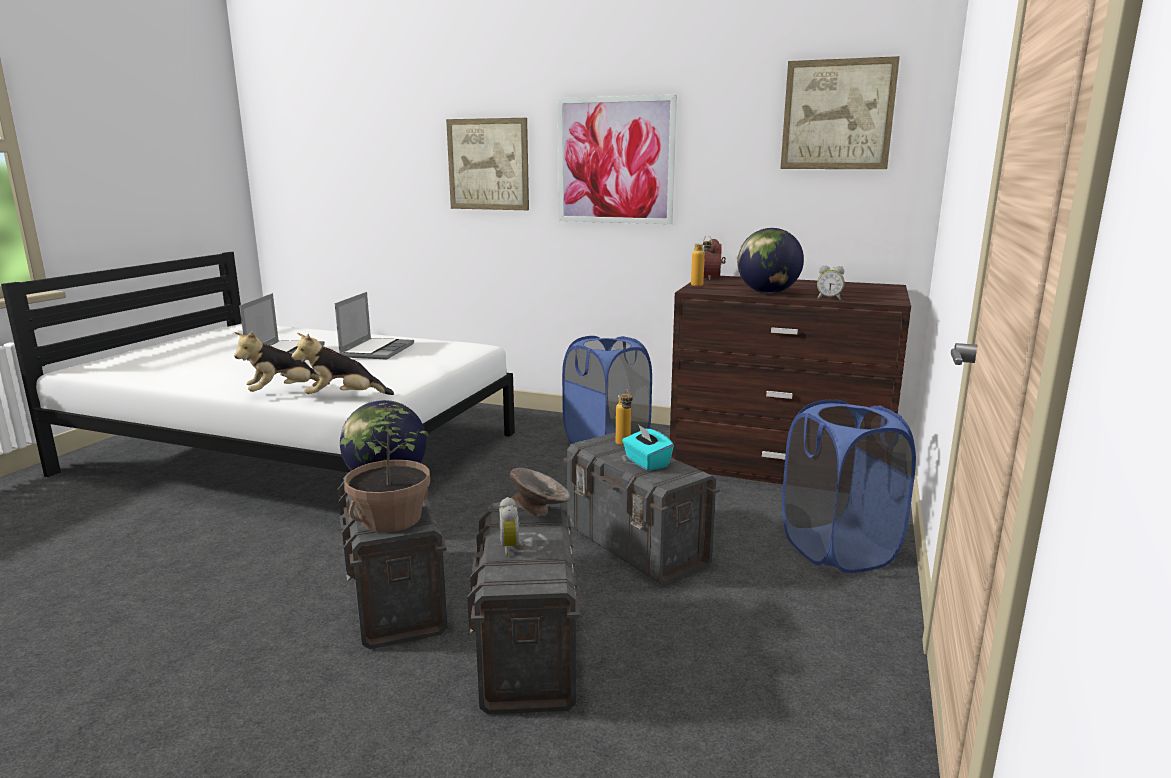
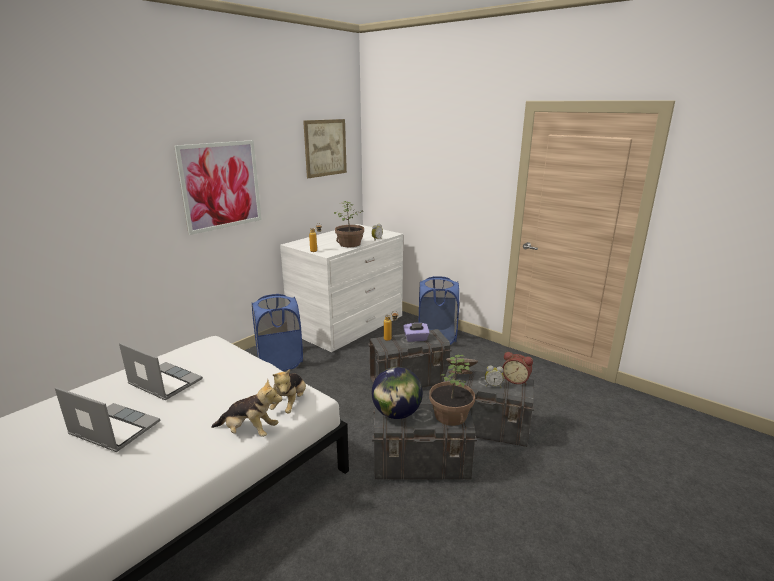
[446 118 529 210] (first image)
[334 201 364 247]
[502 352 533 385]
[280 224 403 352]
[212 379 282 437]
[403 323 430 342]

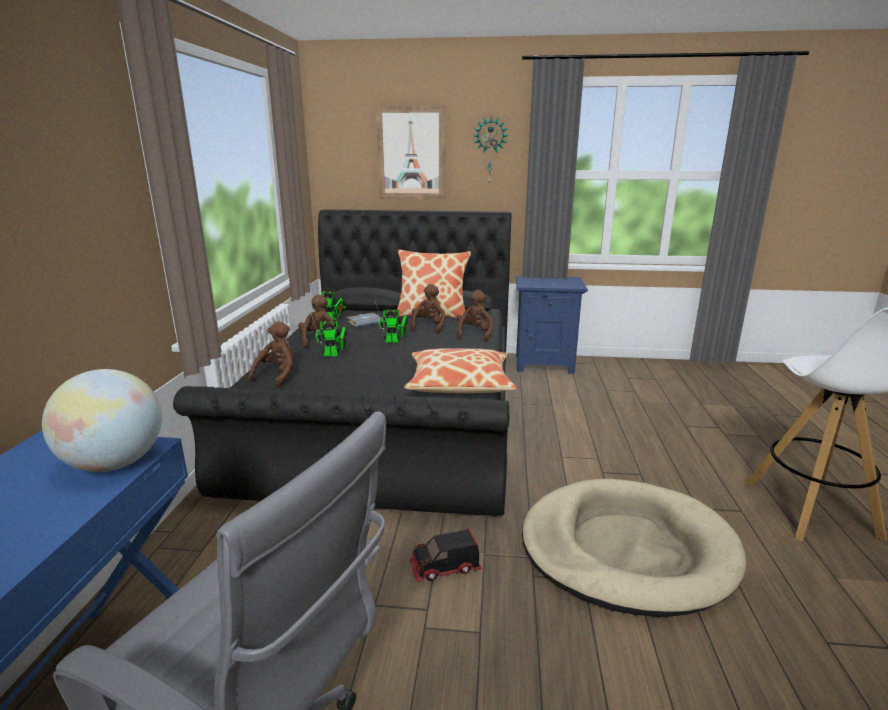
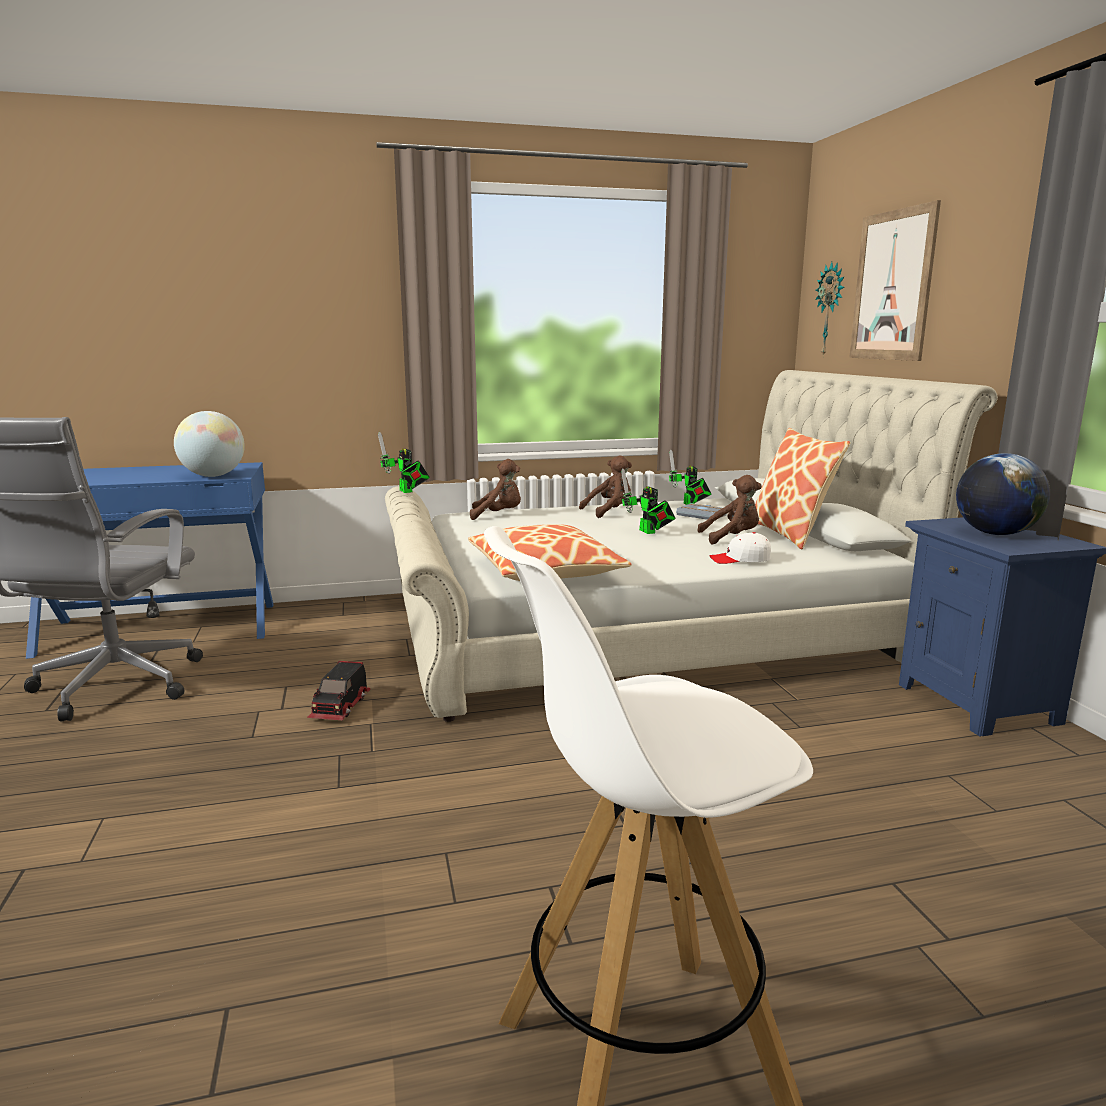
[815 262 844 357]
[385 370 998 722]
[710 532 771 564]
[378 432 430 493]
[522 479 746 617] (first image)
[307 661 371 720]
[956 453 1050 535]

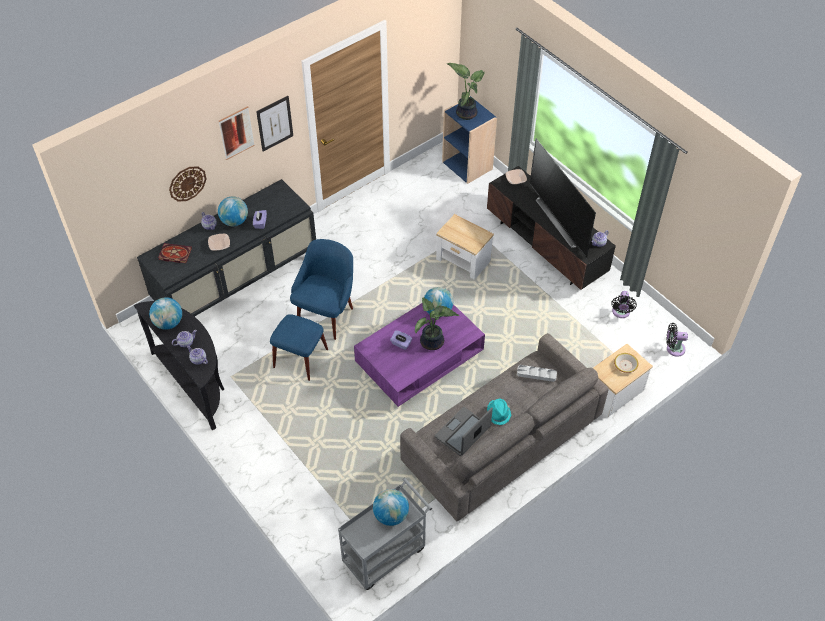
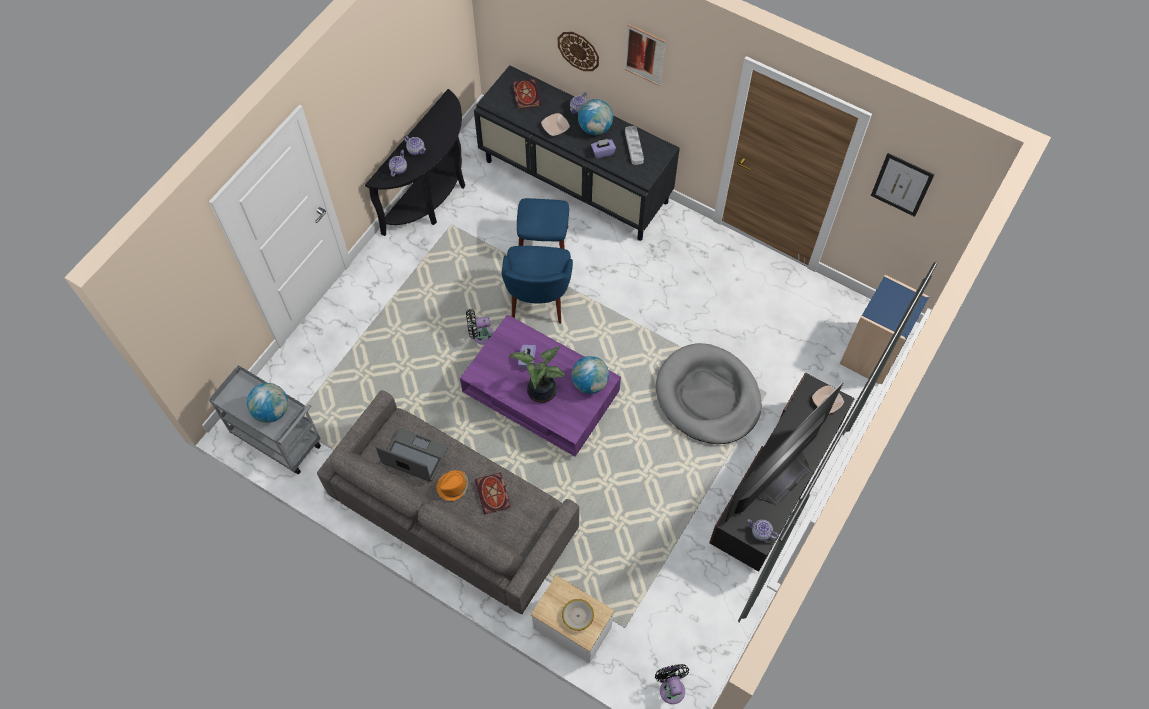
[447 63 485 120] (first image)
[871 153 935 217]
[656 343 762 444]
[502 198 573 324]
[466 309 494 344]
[149 297 182 330] (first image)
[625 126 644 165]
[436 470 468 501]
[475 472 511 514]

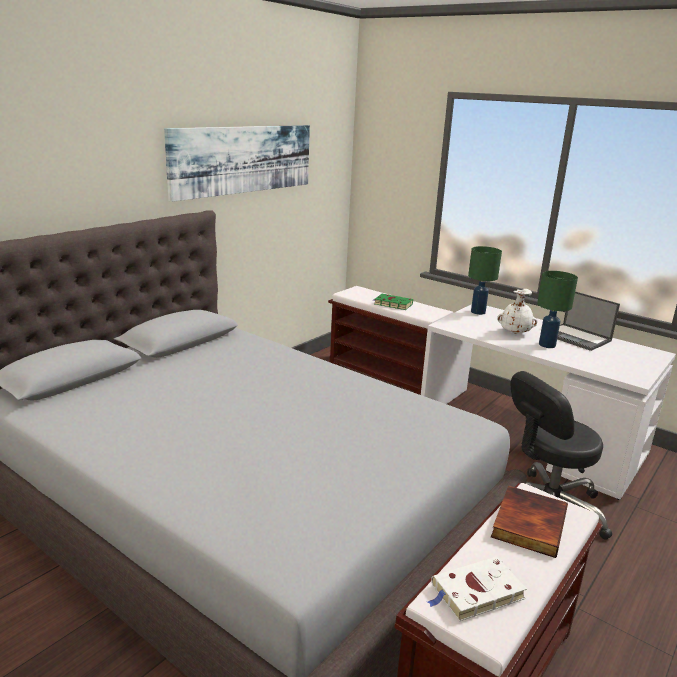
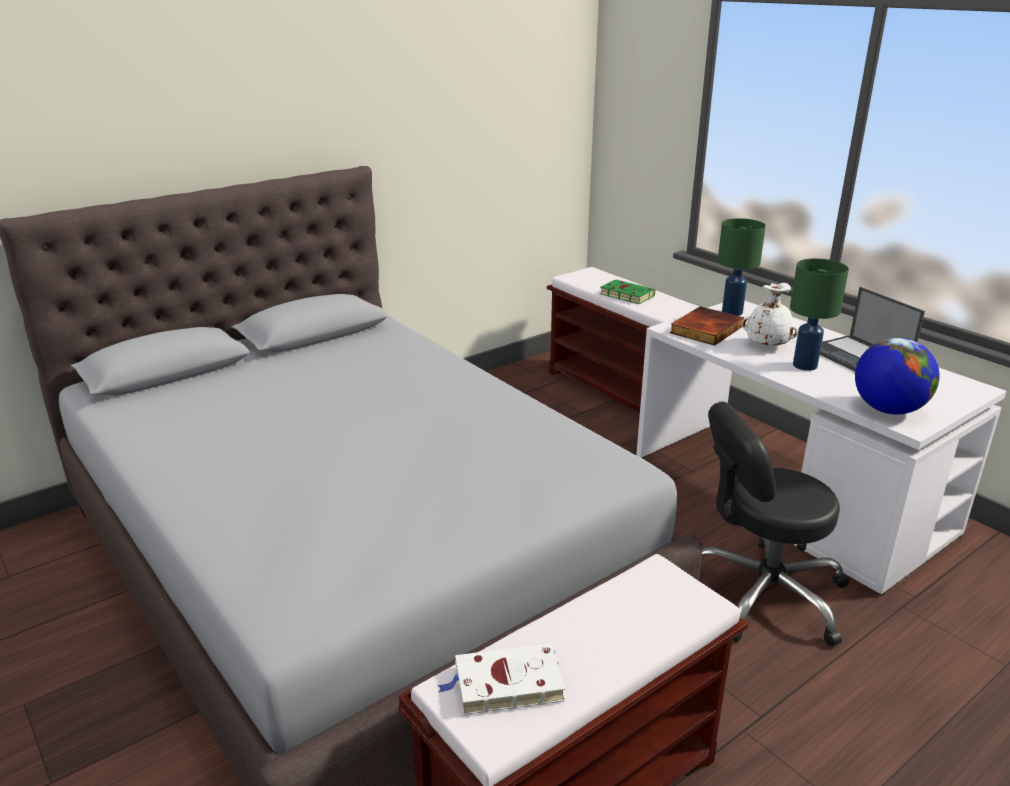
[164 125 310 202] (first image)
[670 306 744 346]
[855 338 939 414]

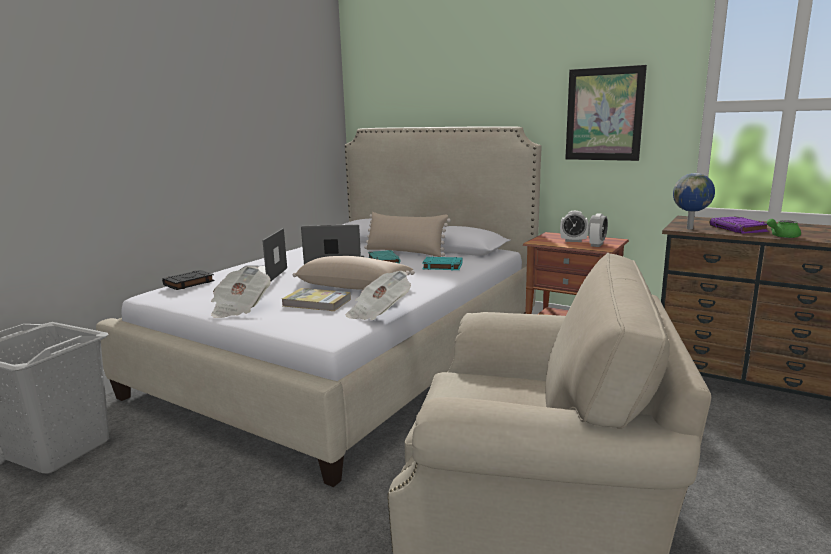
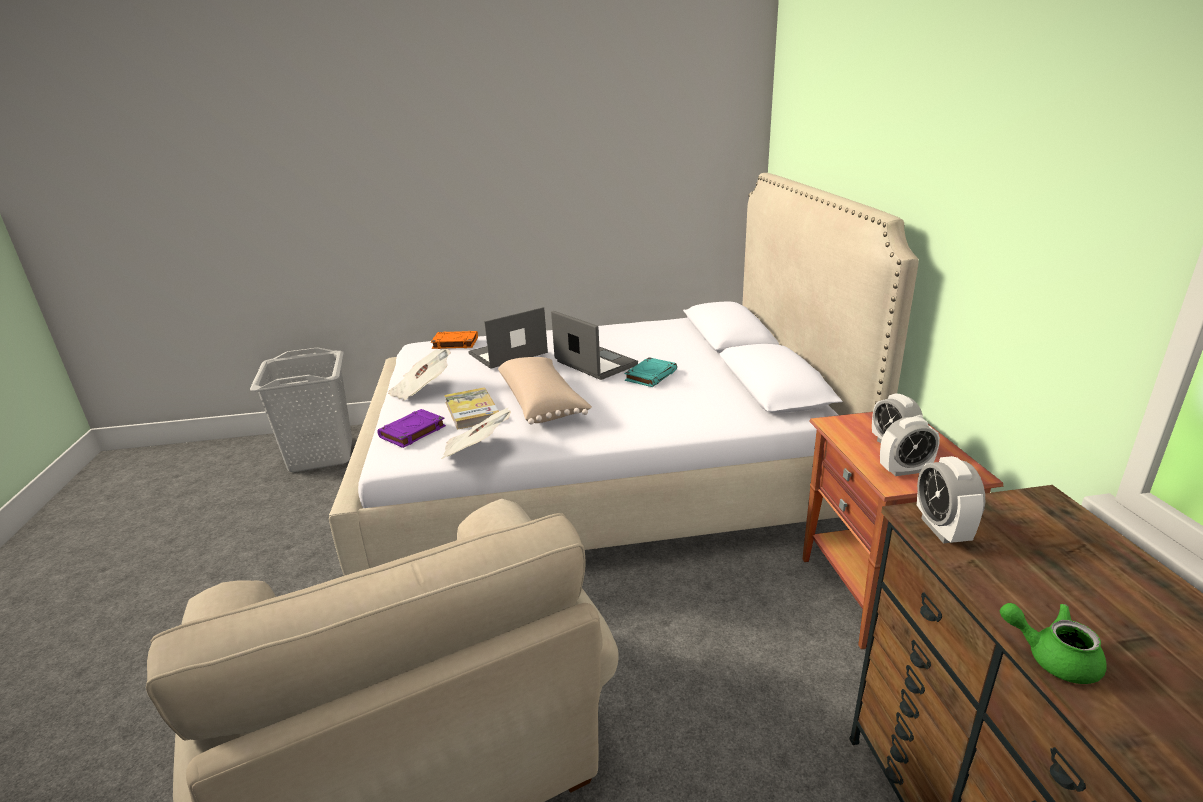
[565 65 647 161] (first image)
[917 456 985 543]
[364 212 451 257] (first image)
[377 409 446 448]
[422 257 462 271] (first image)
[431 331 478 349]

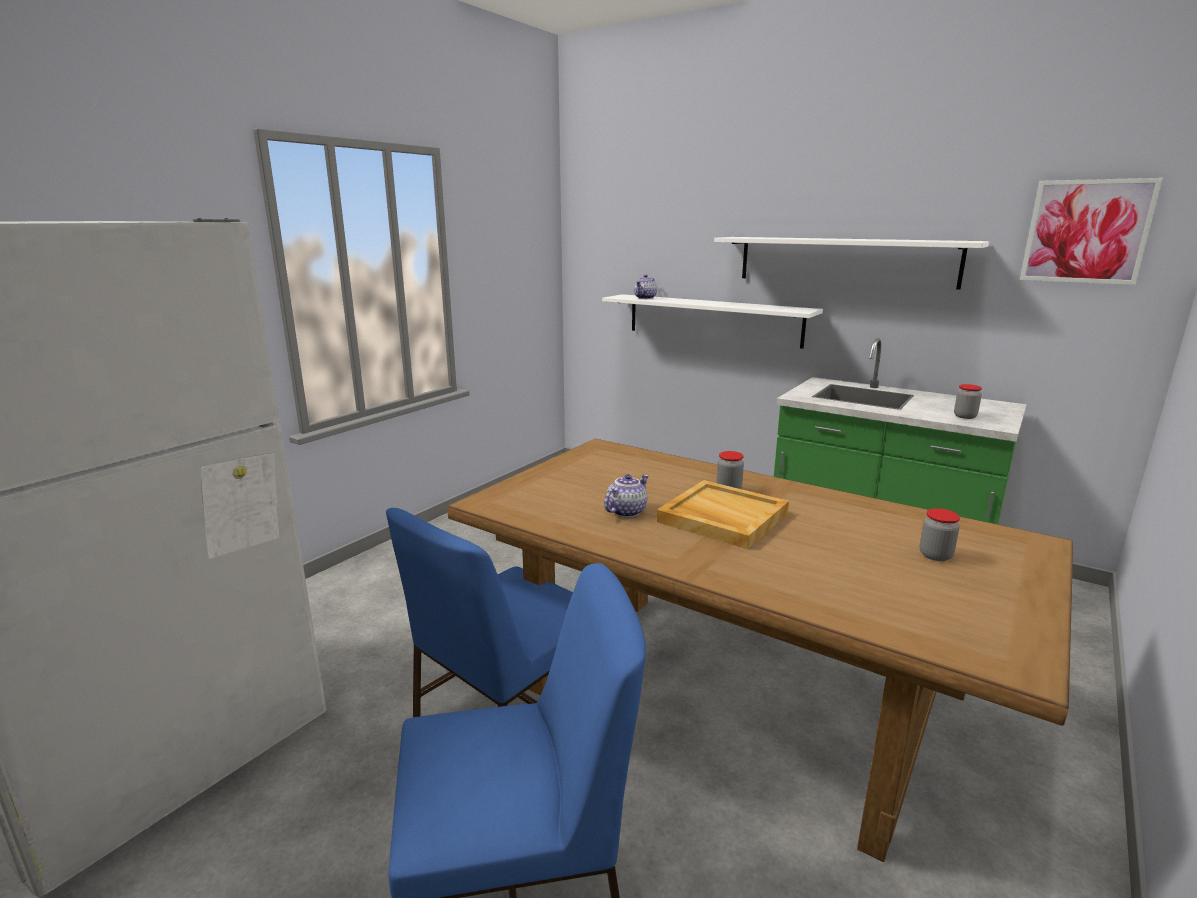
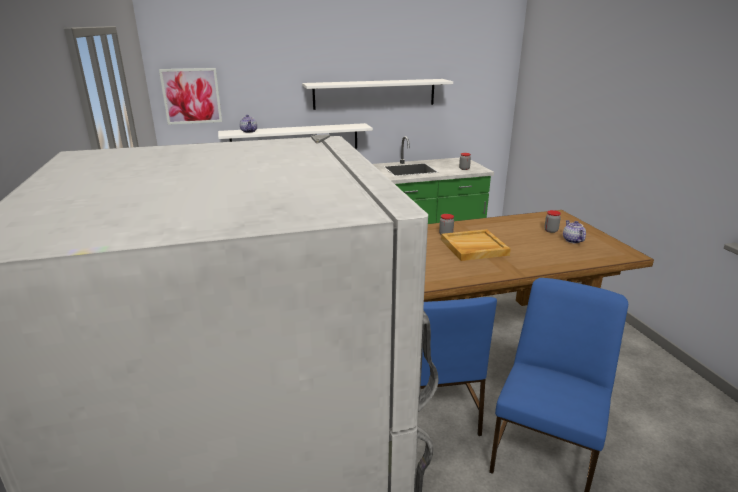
[159 68 222 125]
[563 220 586 243]

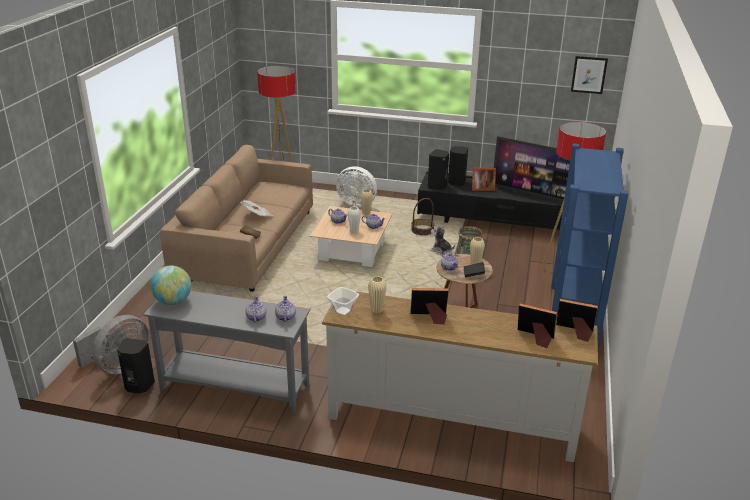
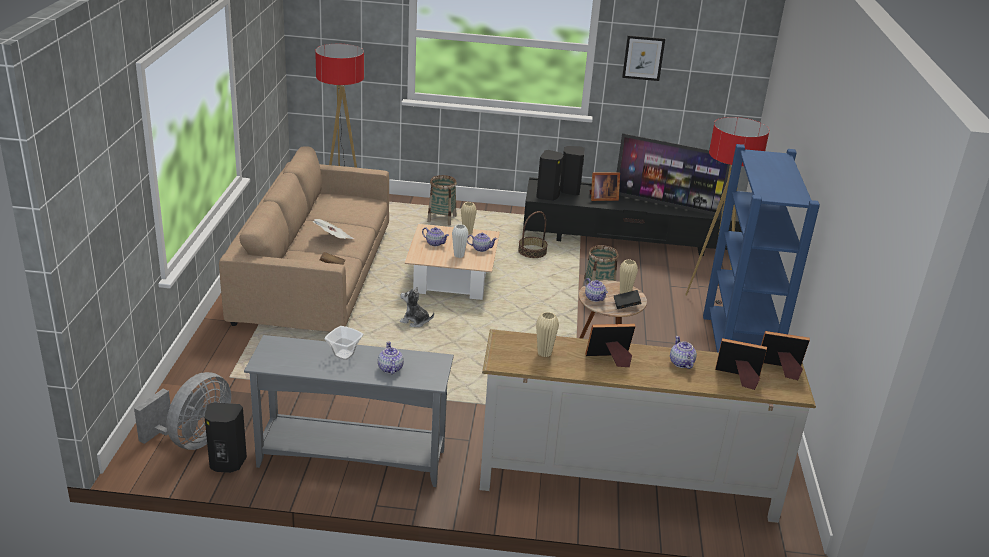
[622 35 665 81]
[427 175 457 226]
[400 287 434 327]
[150 266 191 305] (first image)
[324 326 363 360]
[670 336 697 369]

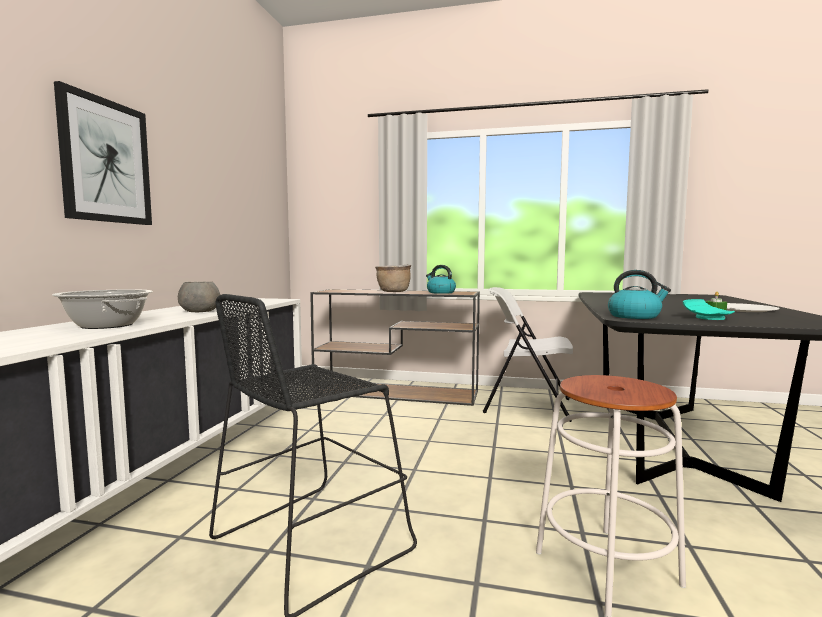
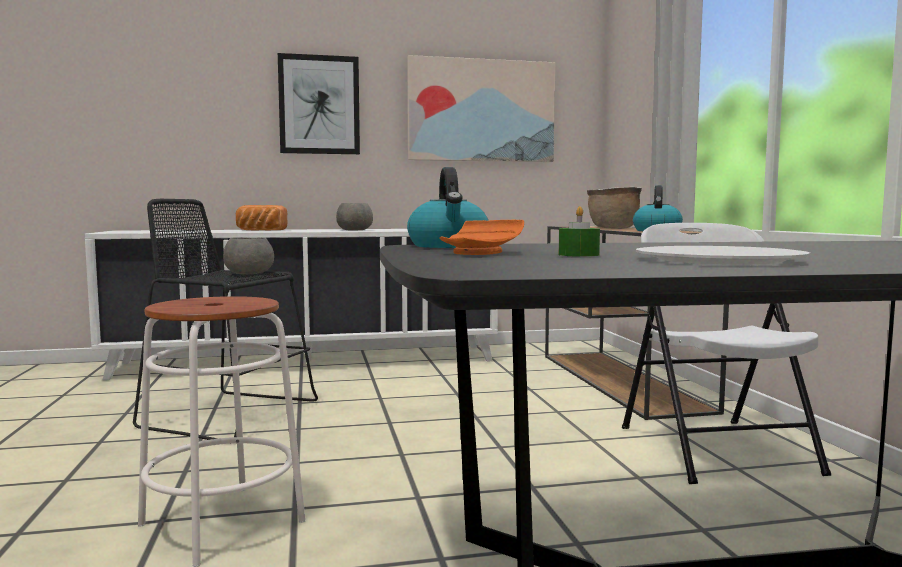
[236 205 288 230]
[439 220 524 255]
[407 55 555 162]
[223 237 274 274]

